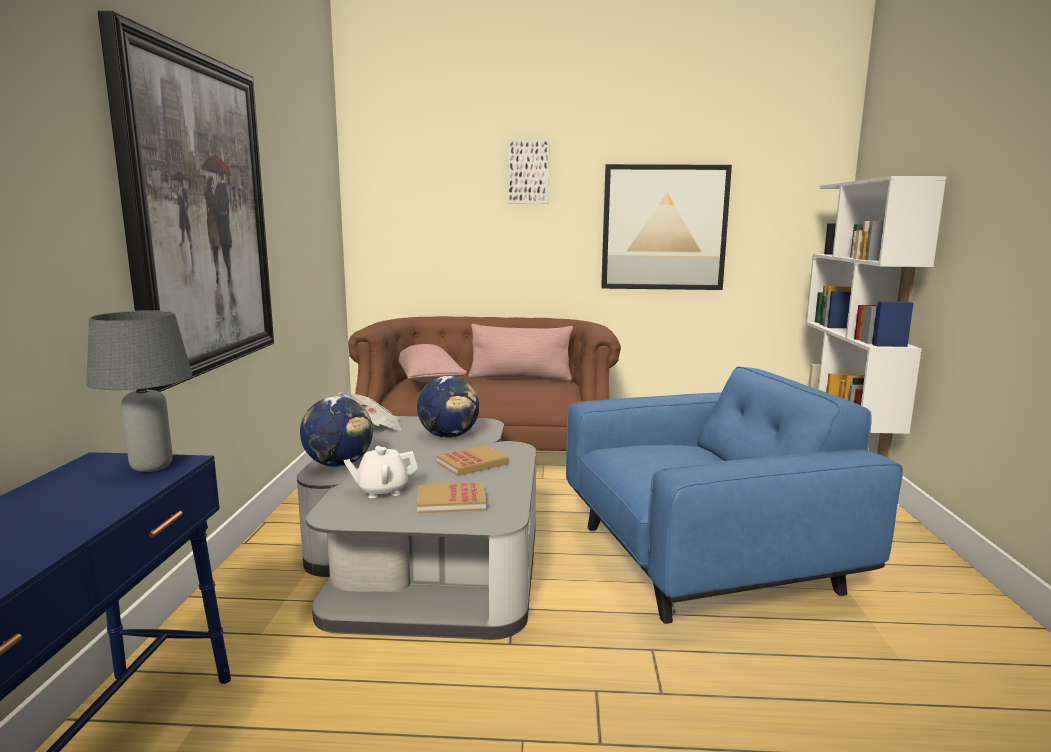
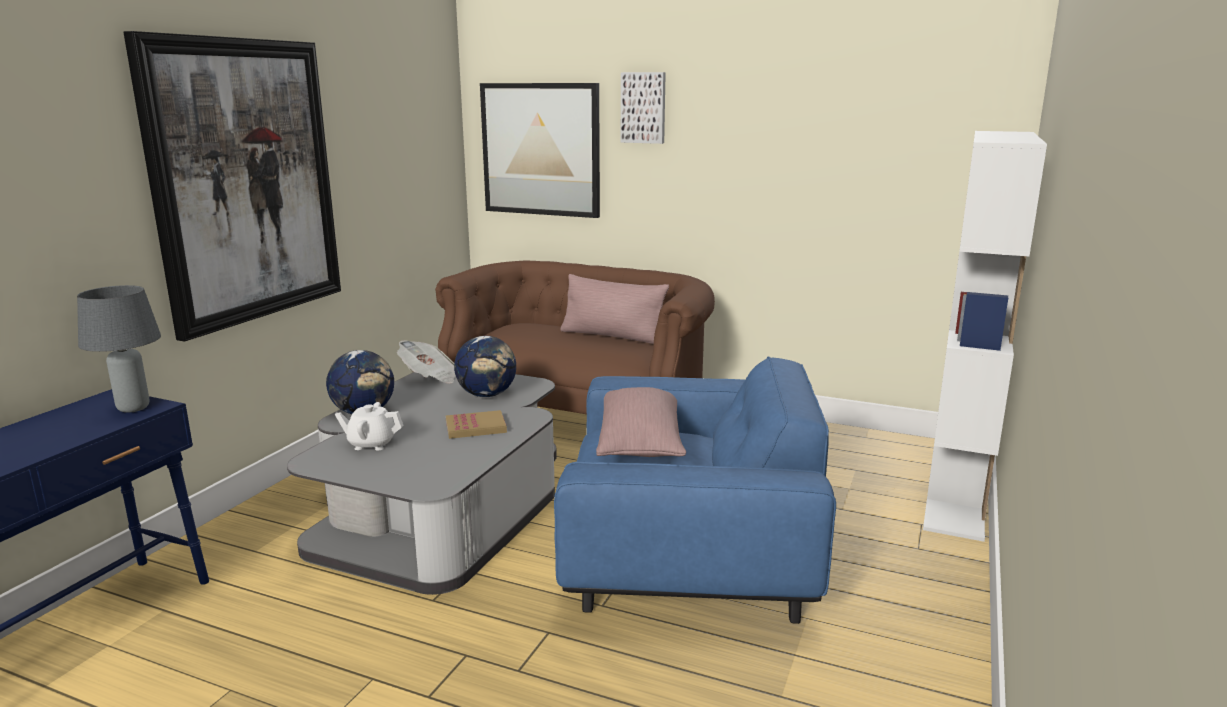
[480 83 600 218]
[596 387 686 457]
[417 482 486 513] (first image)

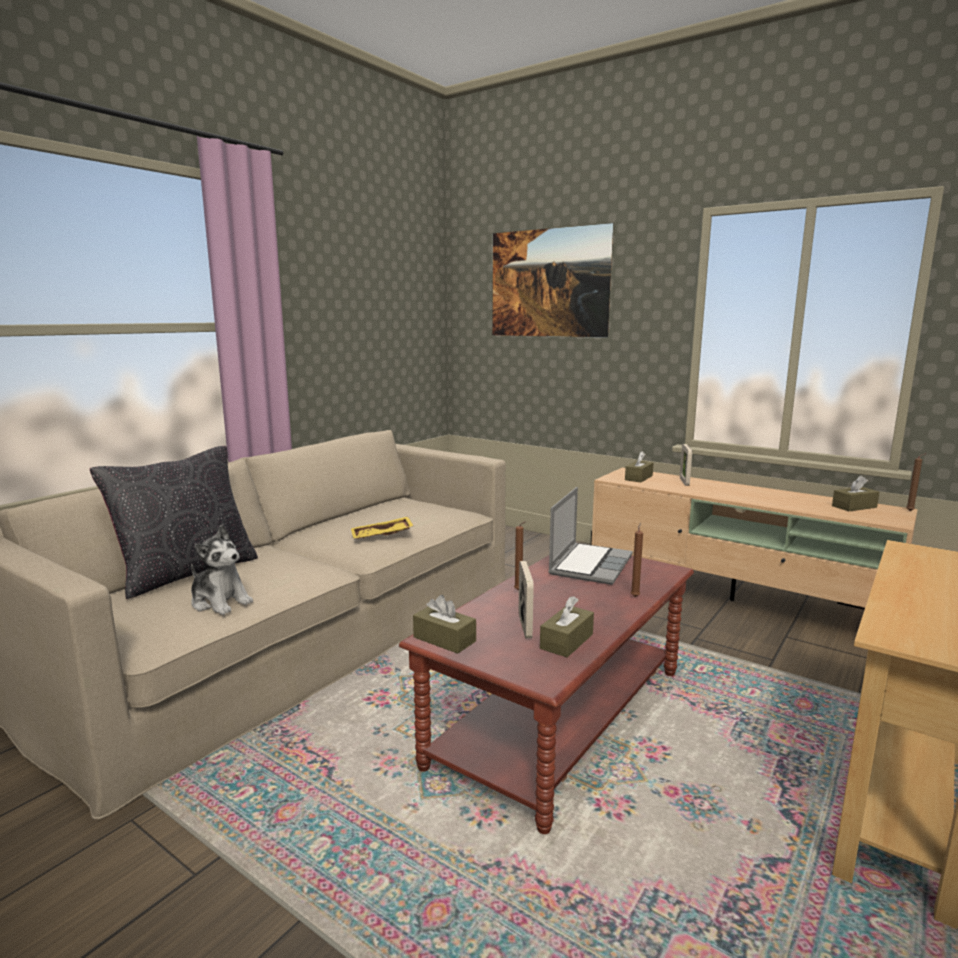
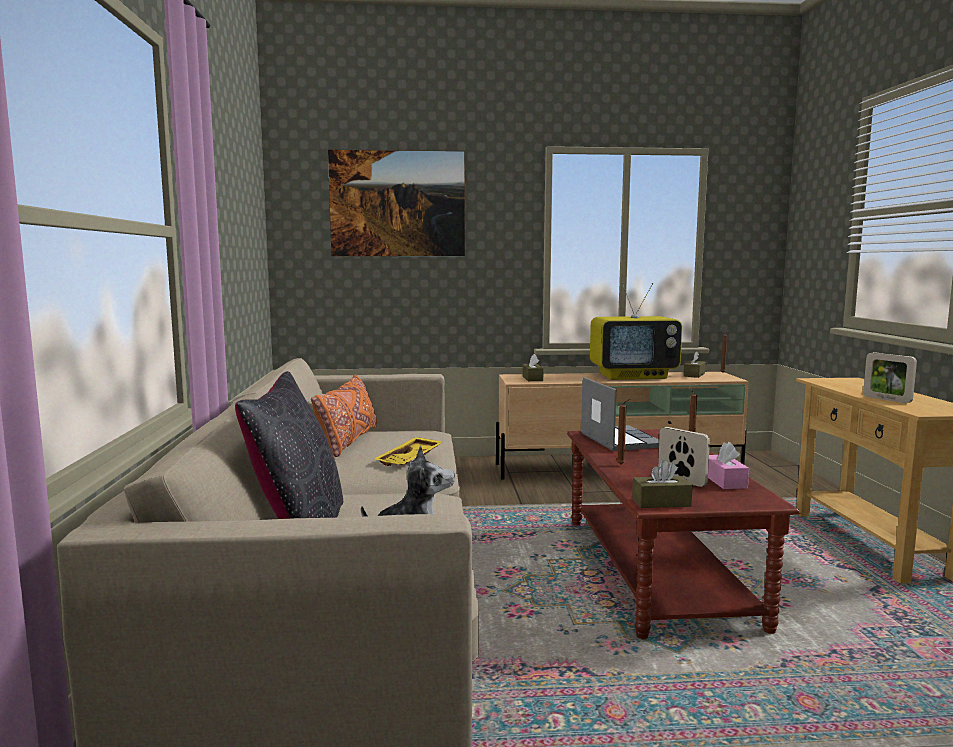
[863 352 917 403]
[708 442 749 489]
[590 282 682 380]
[311 374 377 457]

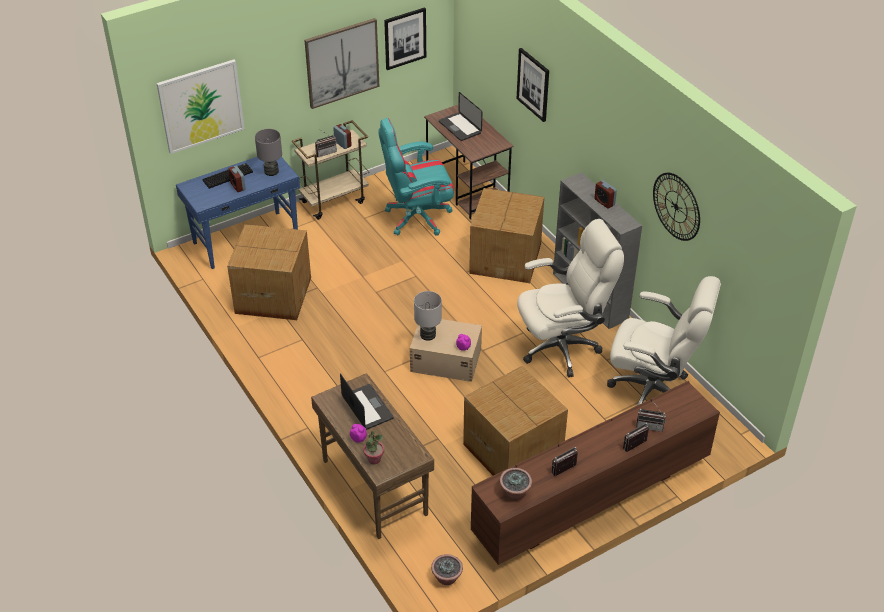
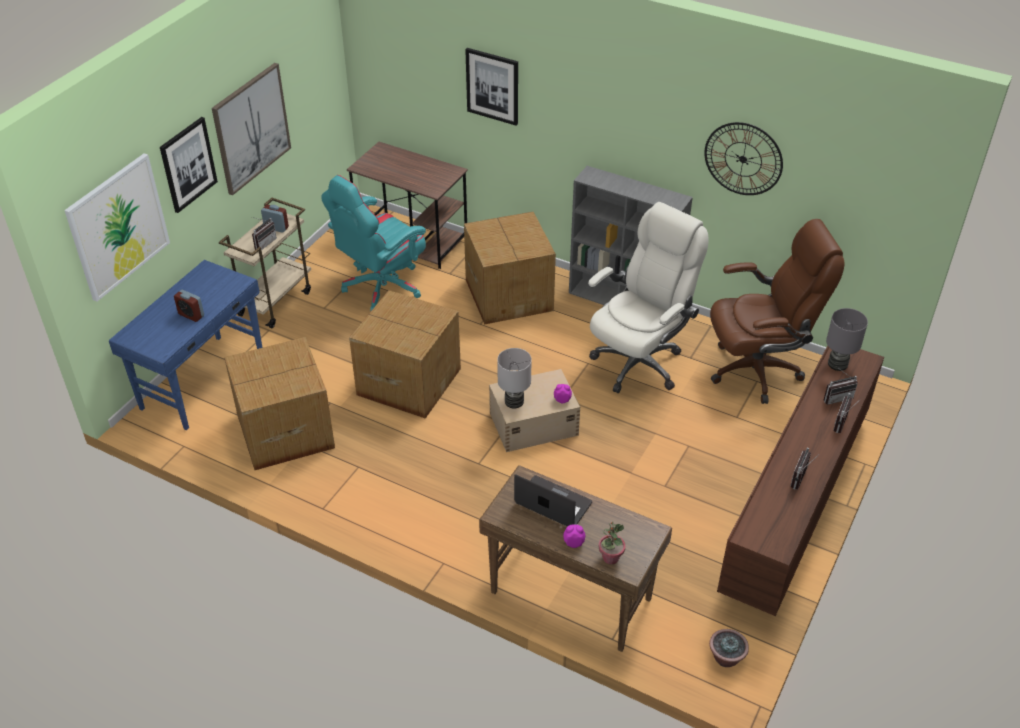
[160 117 218 213]
[439 92 482 141] (first image)
[826 308 868 371]
[202 163 253 189] (first image)
[594 180 617 209] (first image)
[710 219 844 404]
[349 290 461 419]
[500 468 532 499] (first image)

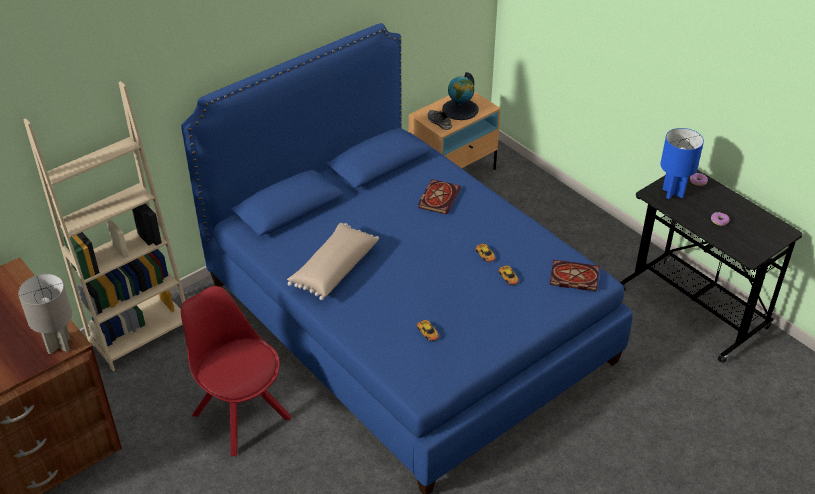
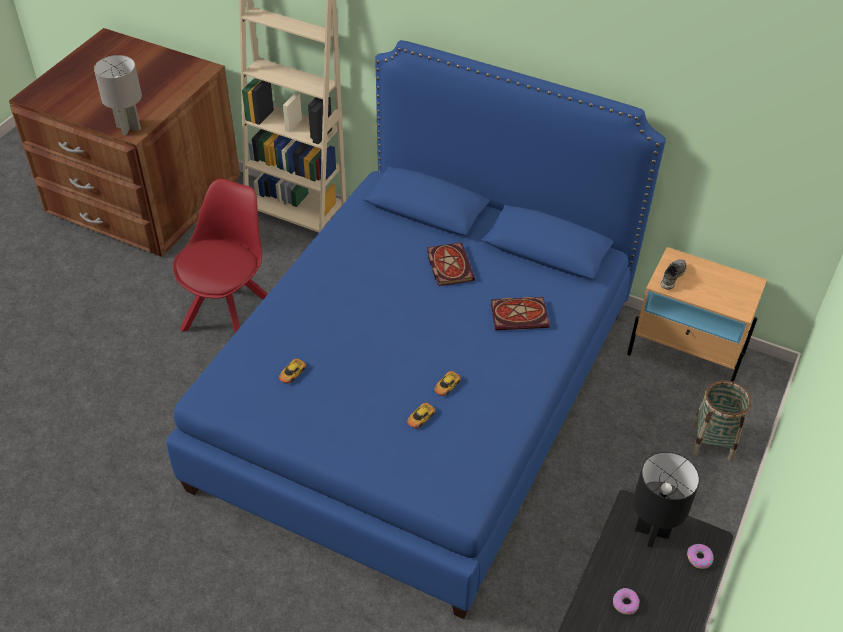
[442 72 479 120] (first image)
[633 452 700 548]
[287 223 379 300] (first image)
[427 243 475 286]
[691 380 751 461]

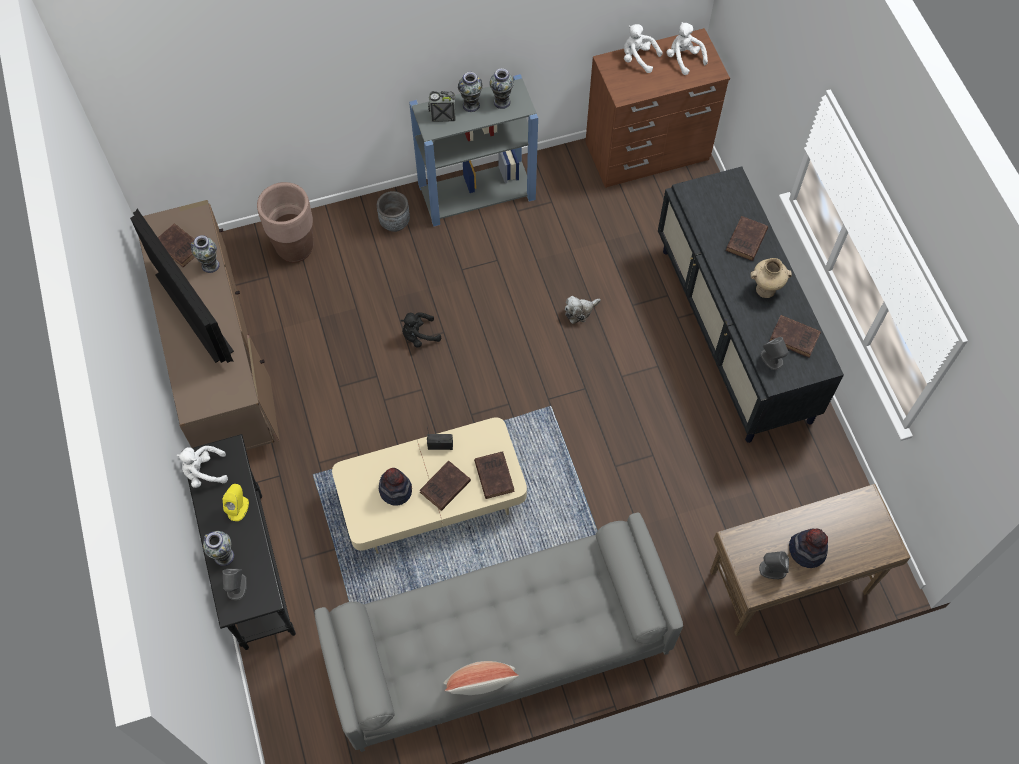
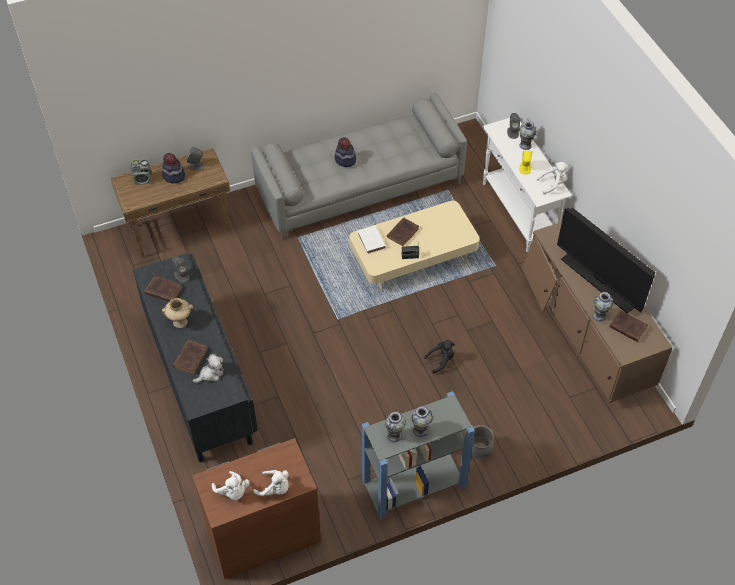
[130 159 152 185]
[257 182 313 262] (first image)
[193 354 224 383]
[483 118 572 252]
[357 226 386 254]
[335 137 356 167]
[444 661 519 695] (first image)

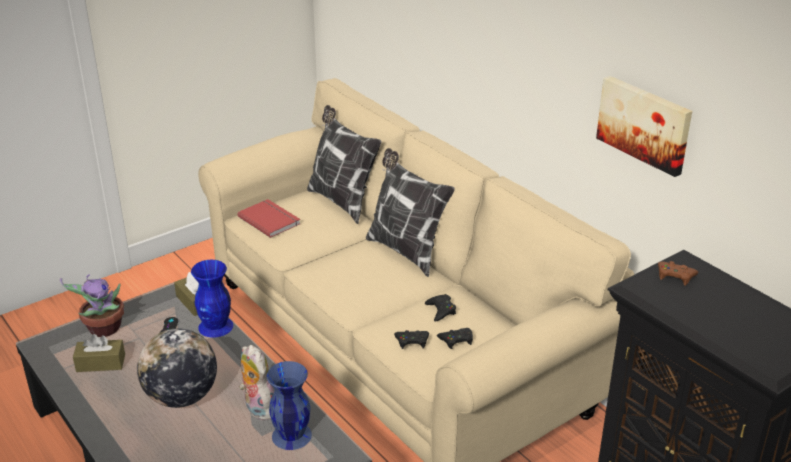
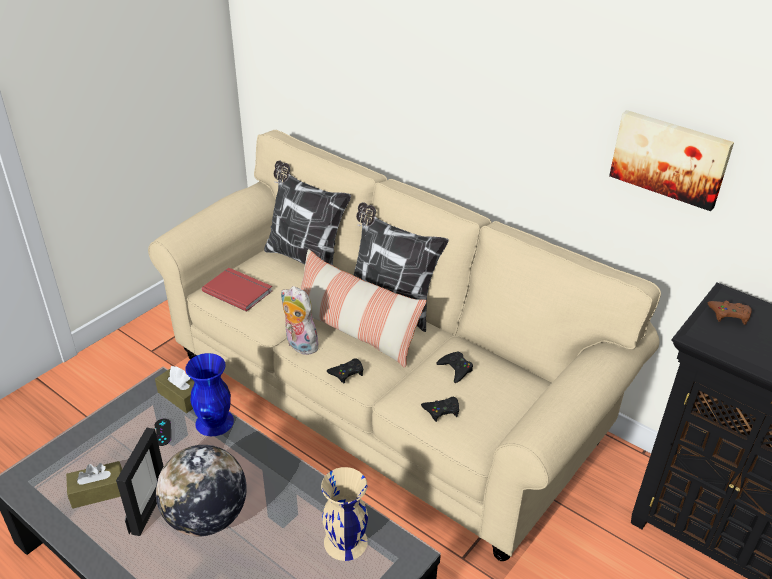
[60 275 124 337] (first image)
[327 358 363 384]
[281 286 321 355]
[321 467 368 561]
[300 249 427 368]
[116 428 164 536]

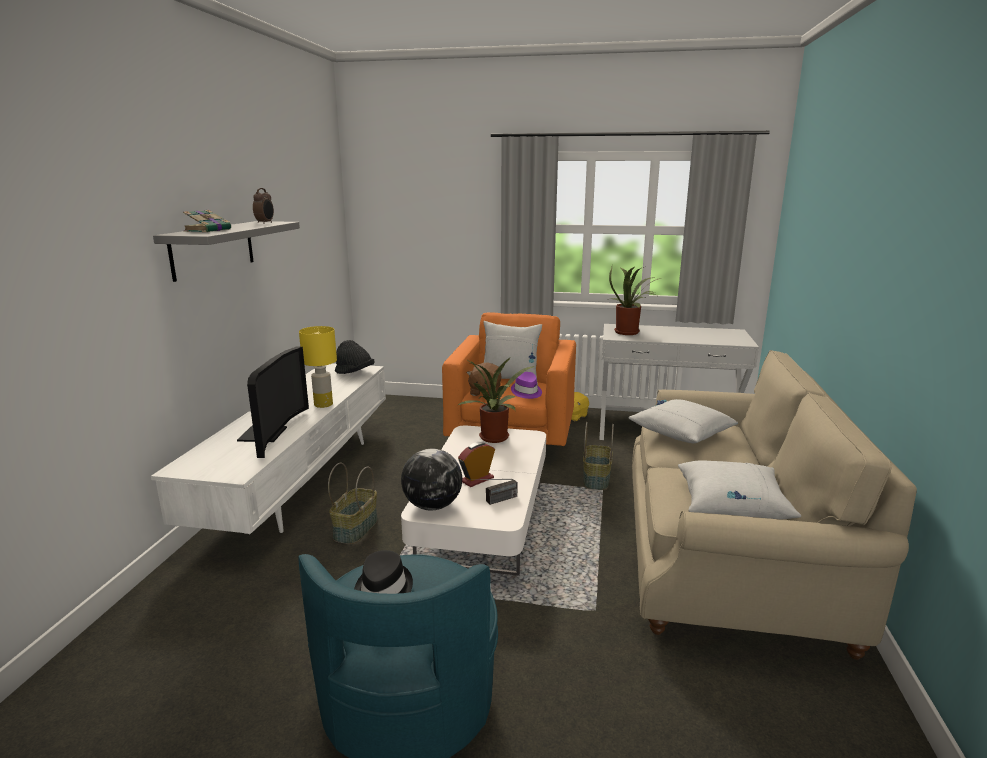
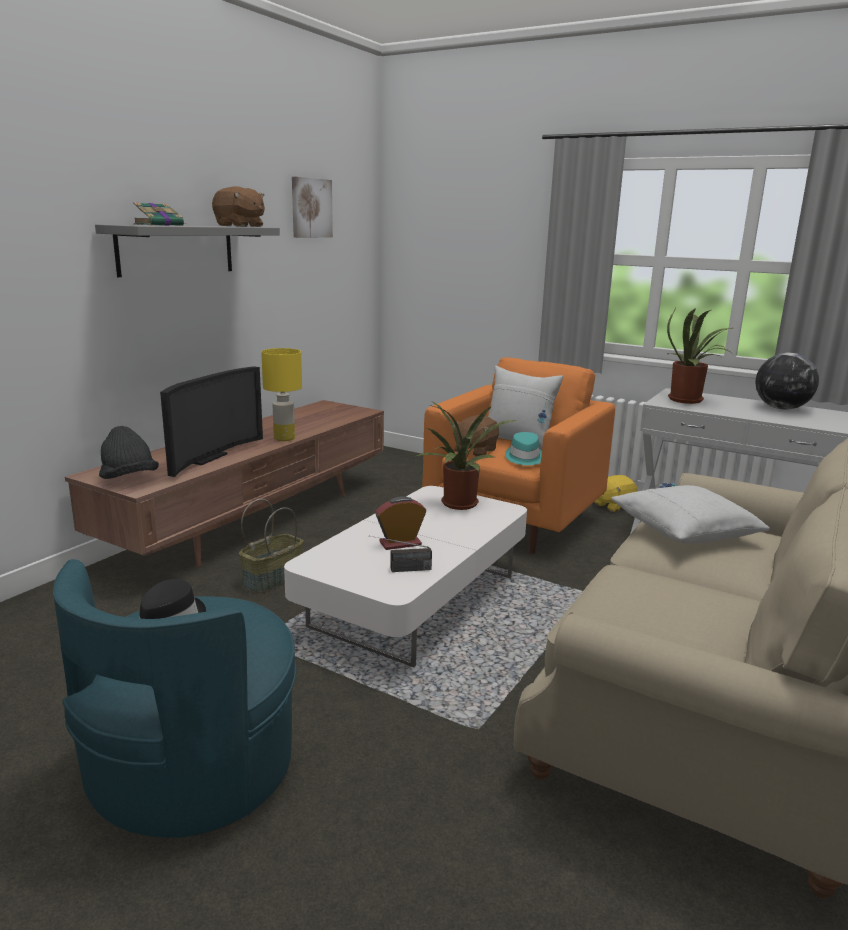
[212 186 265 227]
[99 426 159 479]
[65 400 384 568]
[505 432 542 465]
[583 422 614 490] (first image)
[755 353 819 410]
[678 460 801 520] (first image)
[292 177 333 238]

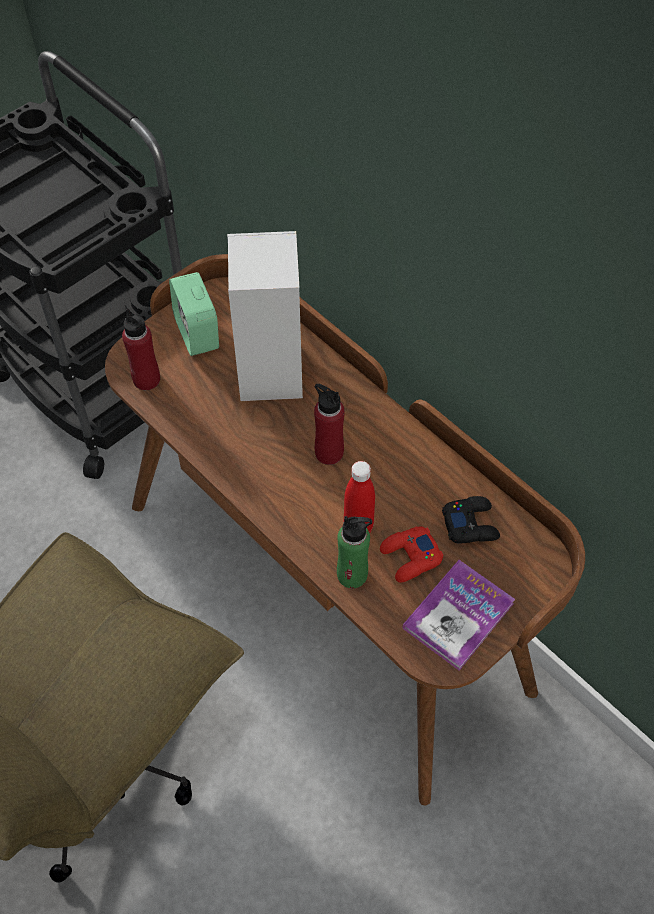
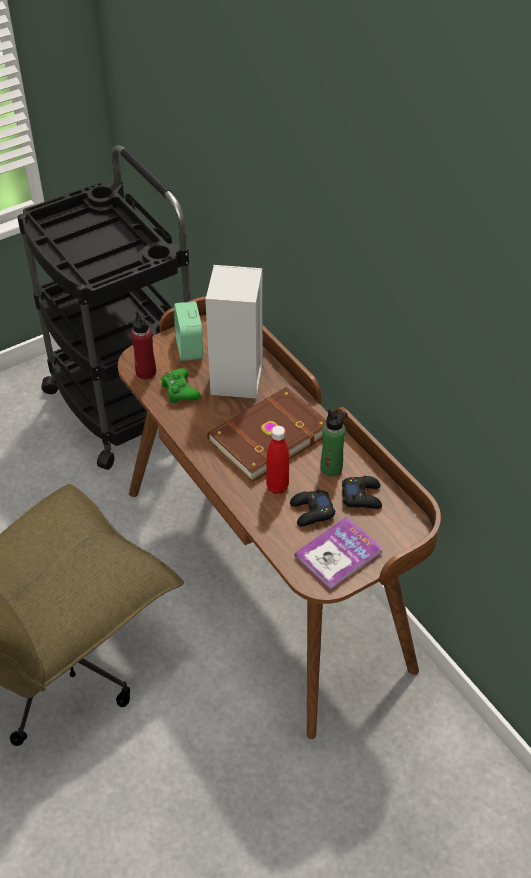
[207 387 326 482]
[320 409 348 476]
[290 488 335 527]
[161 368 201 403]

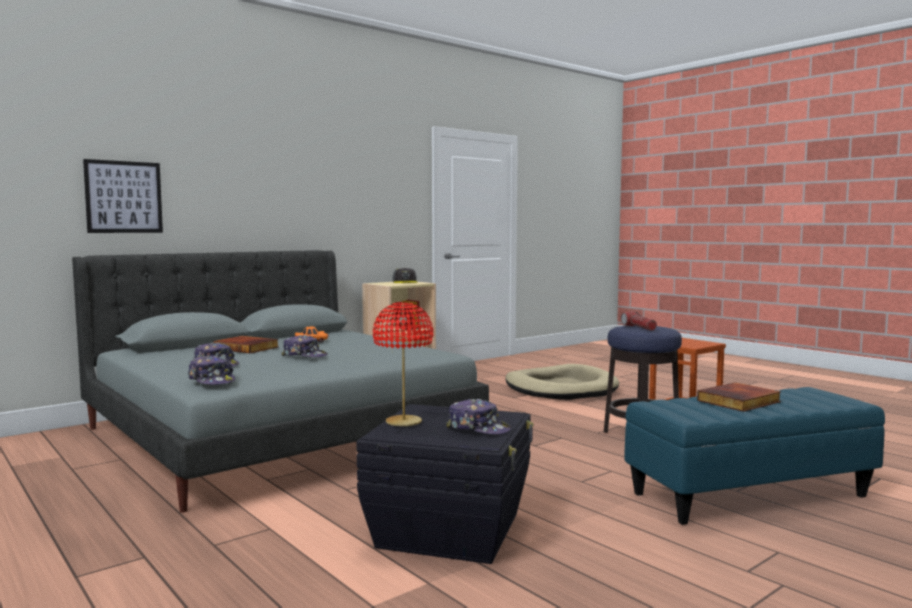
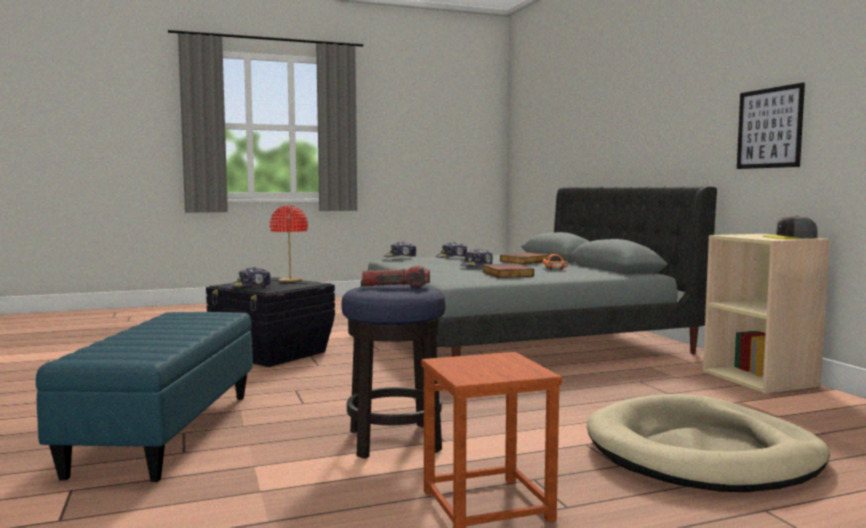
[737 83 805 169]
[483 264 534 278]

